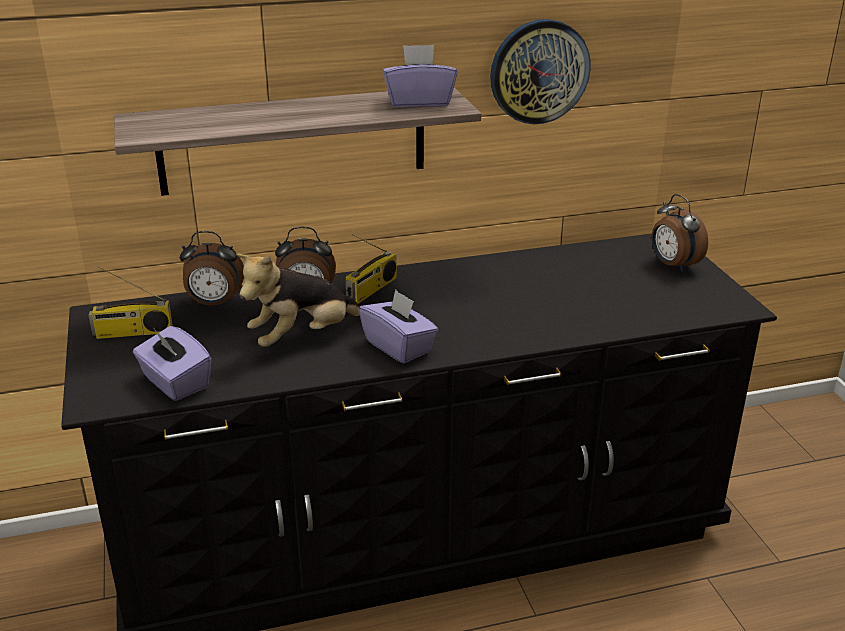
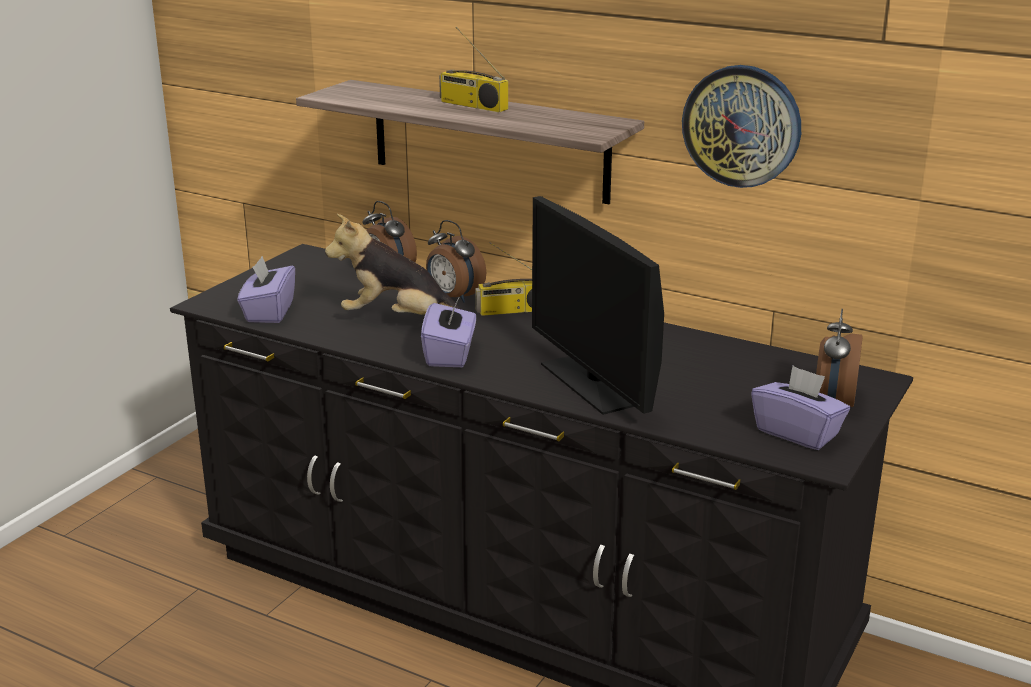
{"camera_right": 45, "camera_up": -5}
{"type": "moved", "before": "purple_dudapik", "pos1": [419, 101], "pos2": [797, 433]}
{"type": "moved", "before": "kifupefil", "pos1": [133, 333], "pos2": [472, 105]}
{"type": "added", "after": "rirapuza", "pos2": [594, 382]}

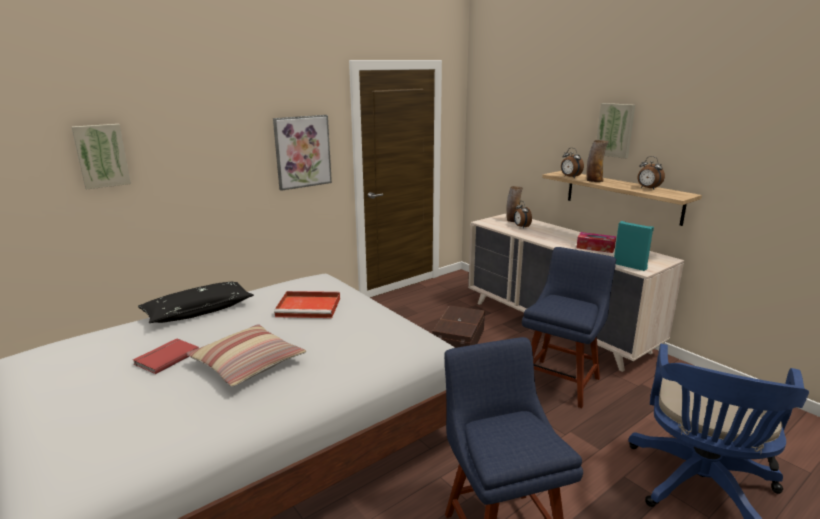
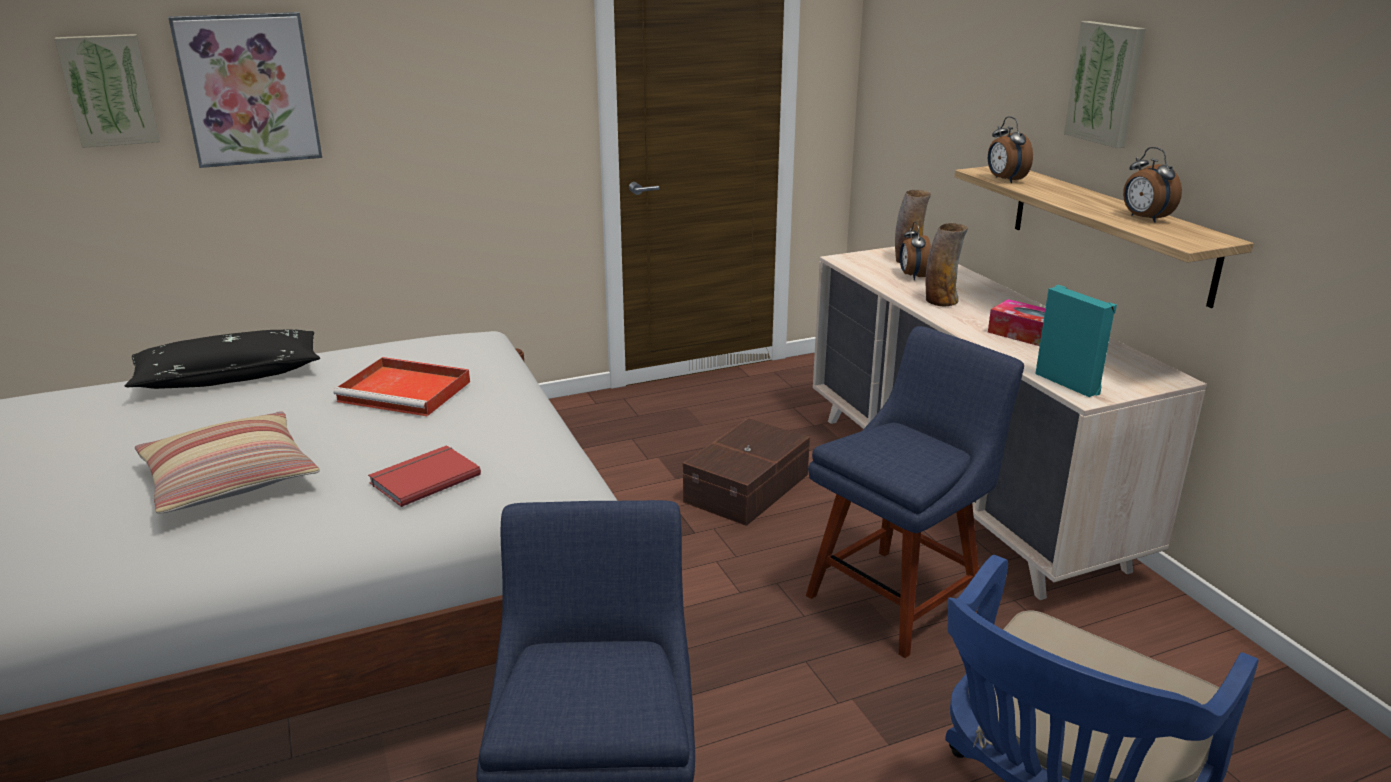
{"camera_right": 15, "camera_up": 5}
{"type": "moved", "before": "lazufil", "pos1": [302, 151], "pos2": [248, 89]}
{"type": "moved", "before": "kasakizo", "pos1": [594, 180], "pos2": [941, 301]}
{"type": "moved", "before": "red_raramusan", "pos1": [165, 357], "pos2": [423, 478]}

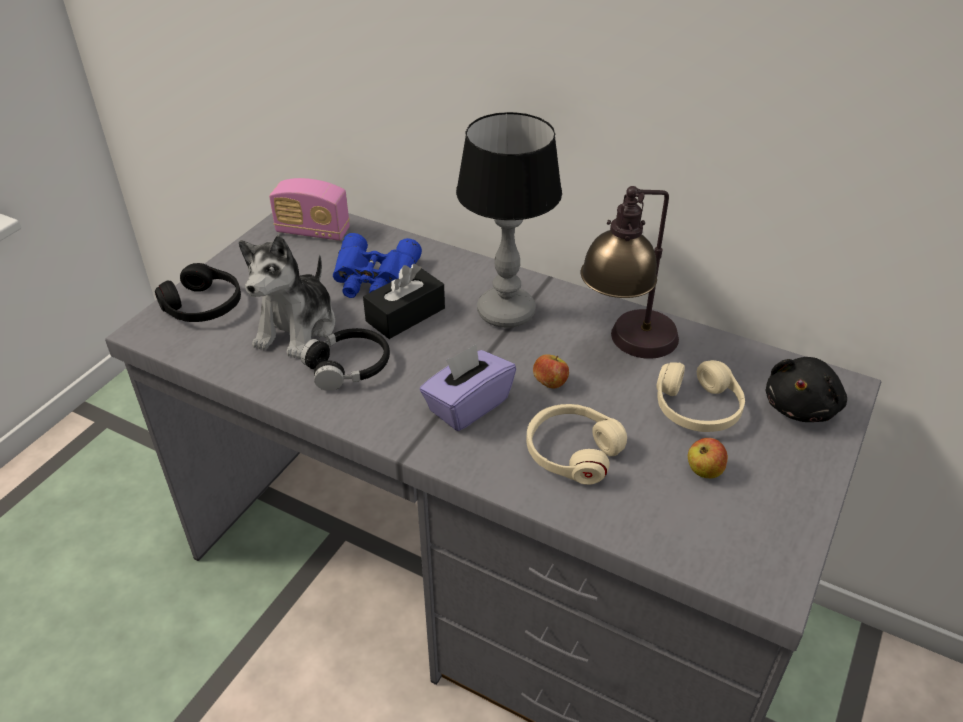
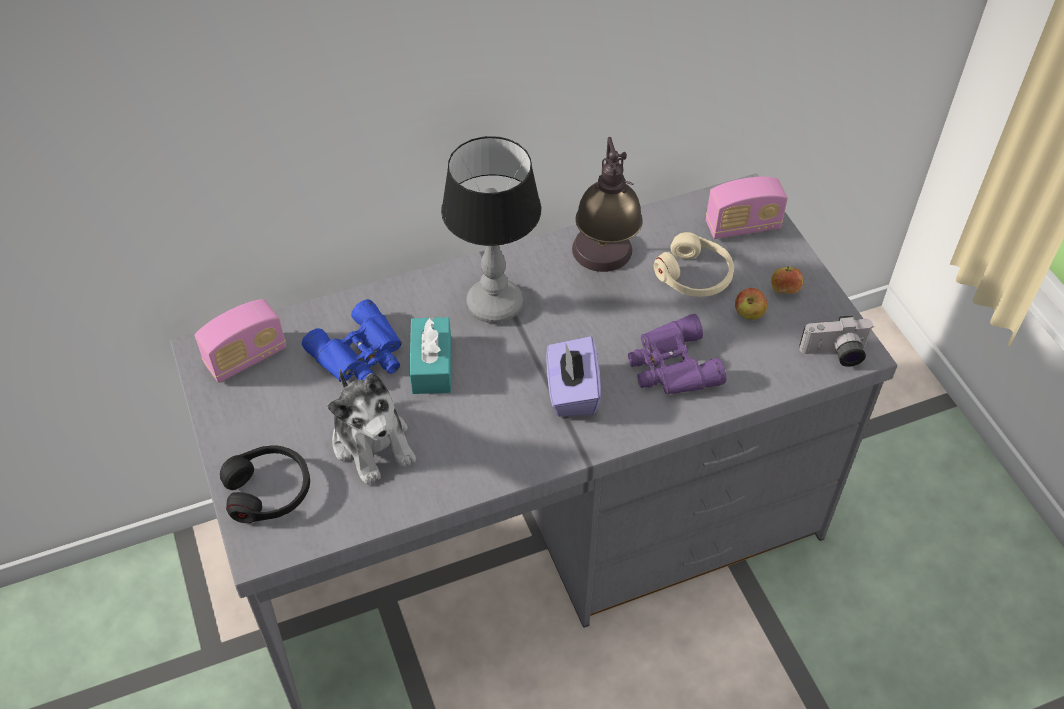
{"camera_right": -50, "camera_up": 10}
{"type": "recoloured", "before": "black_dudapik", "after": "turquoise_dudapik", "pos1": [405, 315], "pos2": [431, 365]}
{"type": "removed", "before": "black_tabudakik", "pos1": [349, 367]}
{"type": "moved", "before": "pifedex", "pos1": [549, 383], "pos2": [784, 290]}
{"type": "replaced", "before": "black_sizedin", "after": "kifupefil", "pos1": [801, 406], "pos2": [742, 226]}
{"type": "replaced", "before": "beige_tabudakik", "after": "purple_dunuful", "pos1": [572, 452], "pos2": [671, 366]}
{"type": "added", "after": "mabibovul", "pos2": [835, 354]}

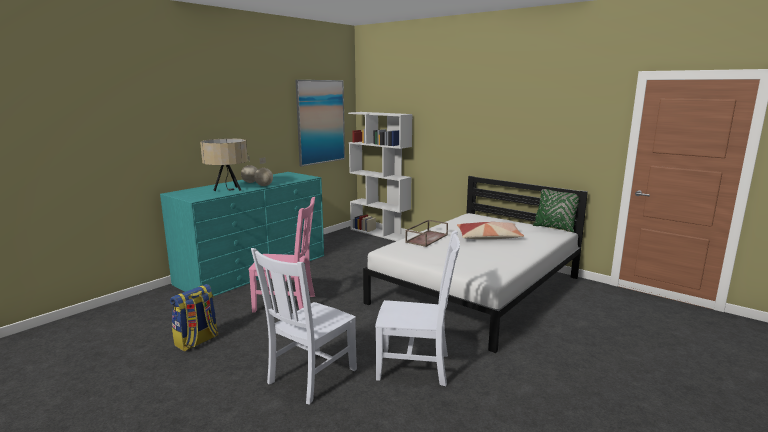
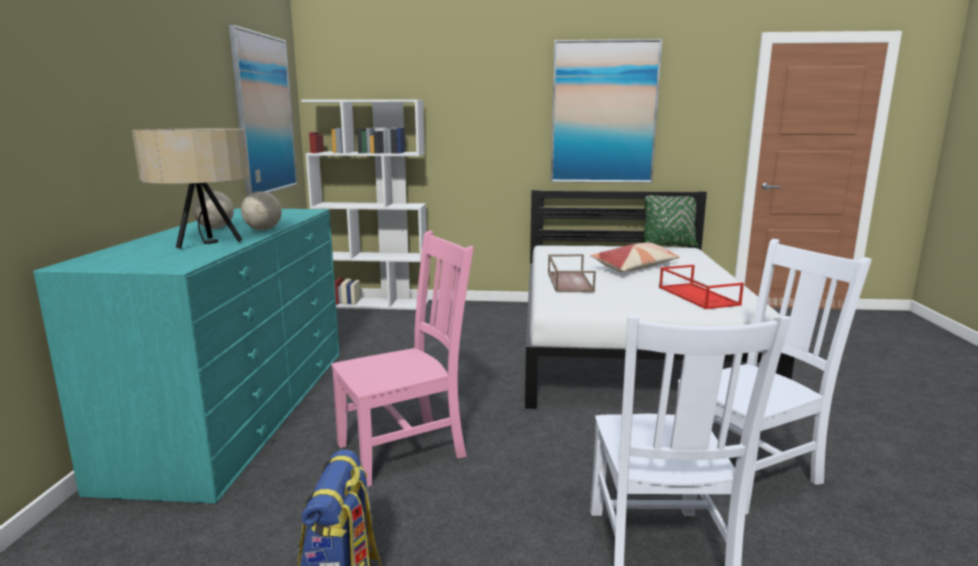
{"camera_right": -35, "camera_up": 0}
{"type": "added", "after": "lazufil", "pos2": [604, 113]}
{"type": "added", "after": "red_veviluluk", "pos2": [696, 296]}

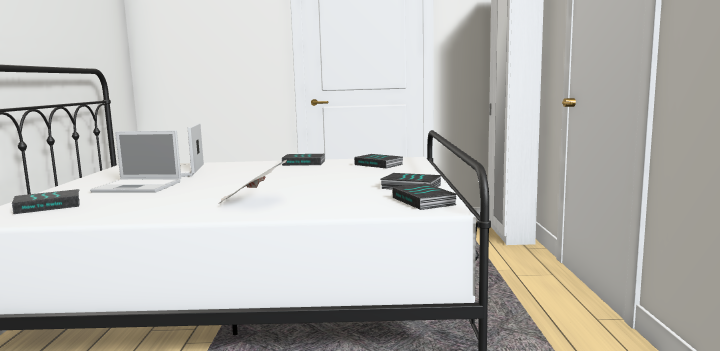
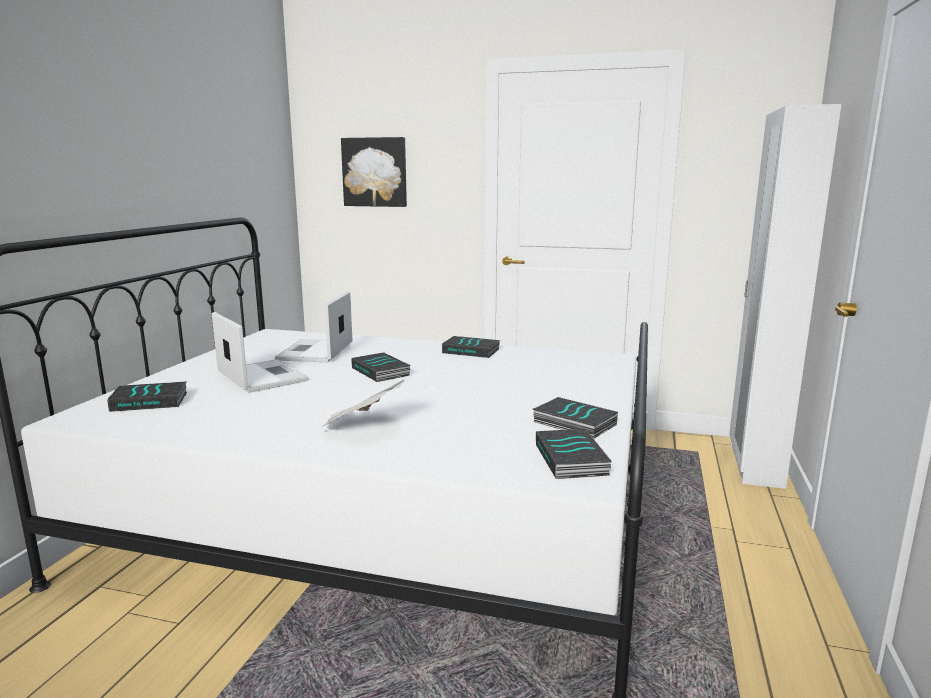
{"camera_right": 15, "camera_up": 5}
{"type": "turned", "before": "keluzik", "pos1": [139, 186], "pos2": [261, 376], "turn": -150}
{"type": "moved", "before": "raramusan", "pos1": [379, 164], "pos2": [382, 371]}
{"type": "added", "after": "lazufil", "pos2": [375, 172]}

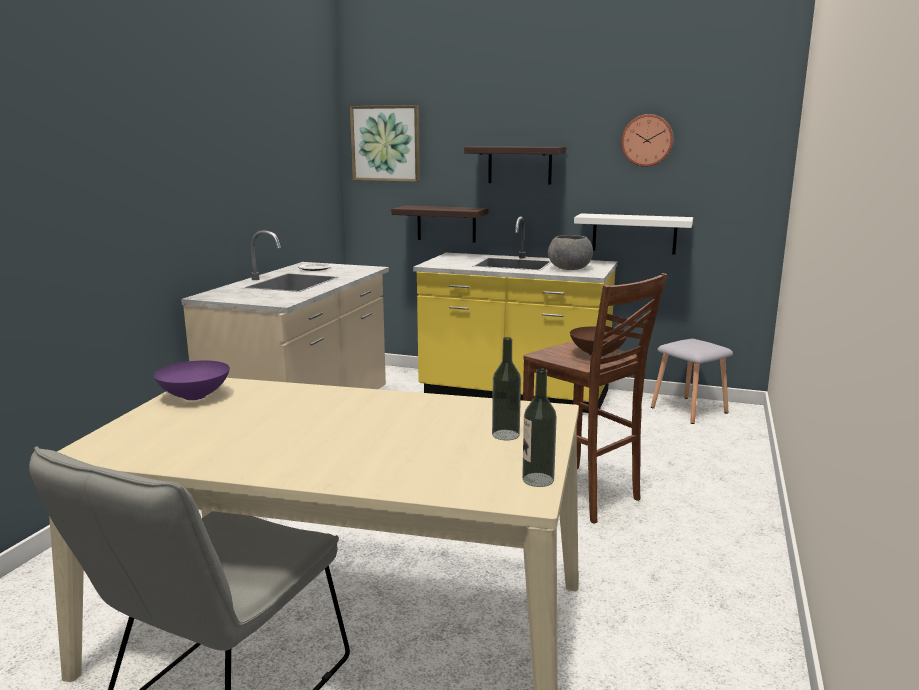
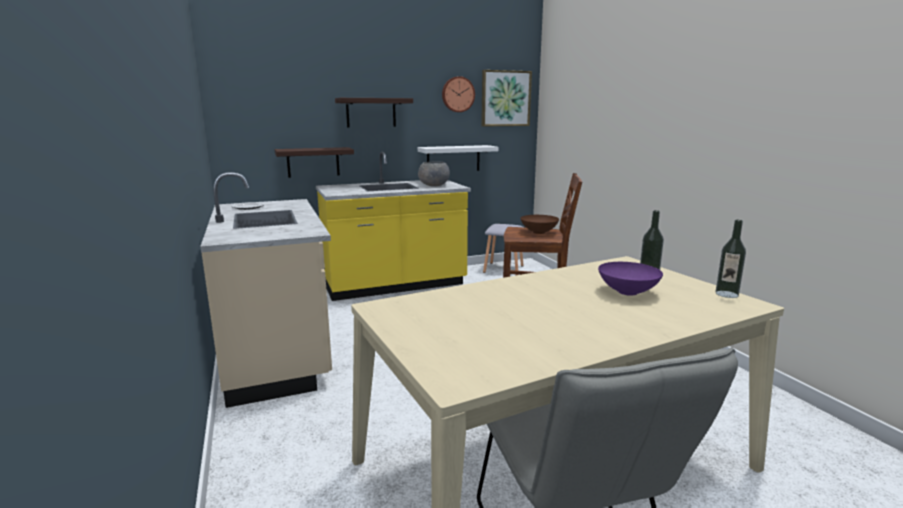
{"camera_right": -40, "camera_up": 0}
{"type": "moved", "before": "lazufil", "pos1": [386, 143], "pos2": [505, 98]}
{"type": "moved", "before": "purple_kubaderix", "pos1": [195, 396], "pos2": [628, 292]}

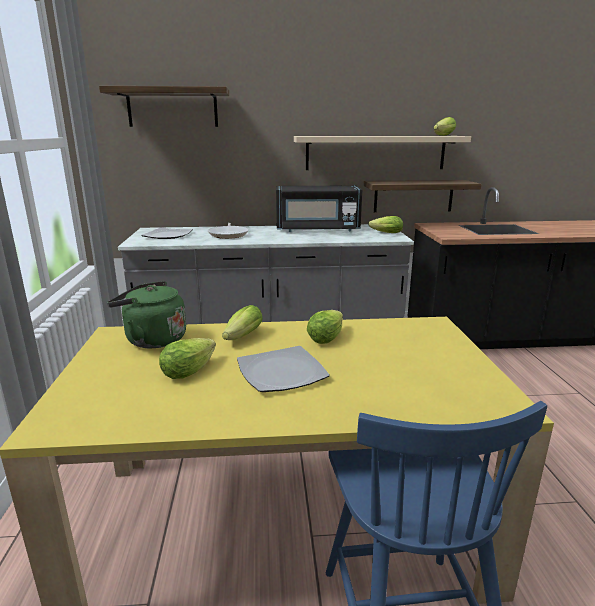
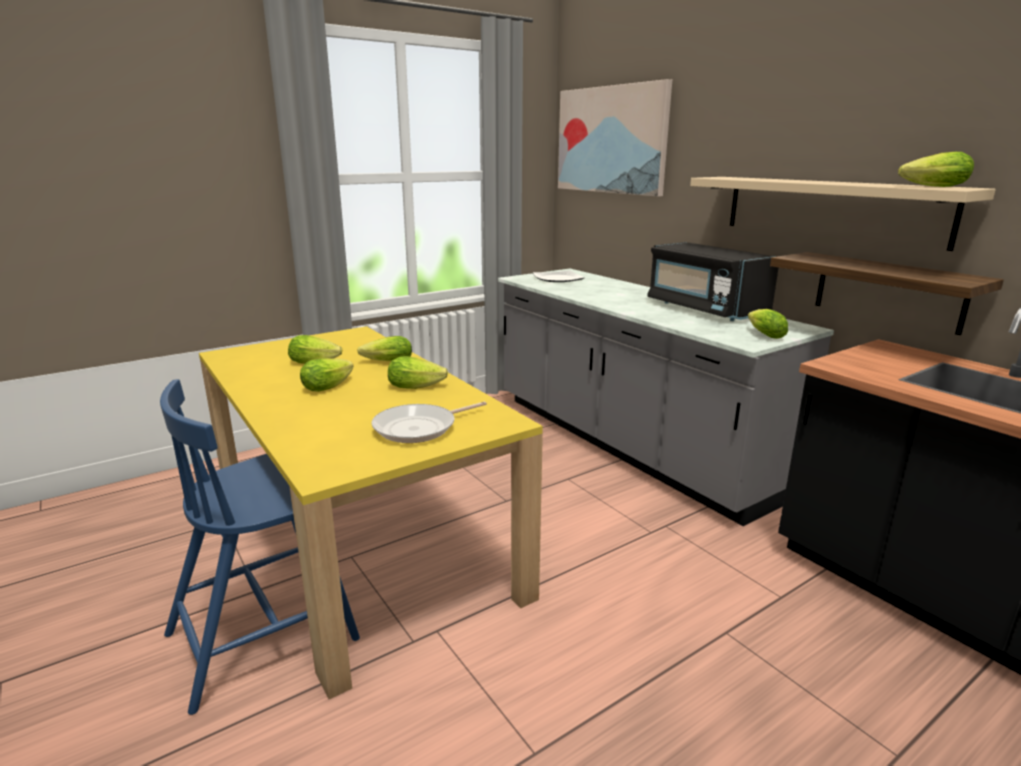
{"camera_right": 60, "camera_up": 0}
{"type": "replaced", "before": "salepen", "after": "lazufil", "pos1": [172, 108], "pos2": [611, 140]}
{"type": "moved", "before": "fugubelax", "pos1": [229, 234], "pos2": [419, 428]}
{"type": "removed", "before": "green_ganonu", "pos1": [152, 339]}
{"type": "replaced", "before": "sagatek", "after": "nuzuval", "pos1": [281, 373], "pos2": [330, 386]}

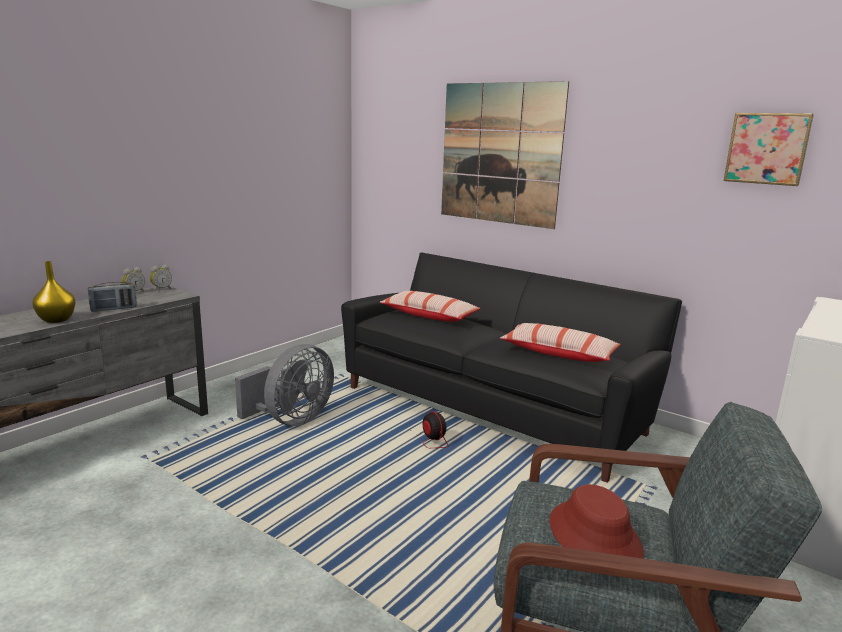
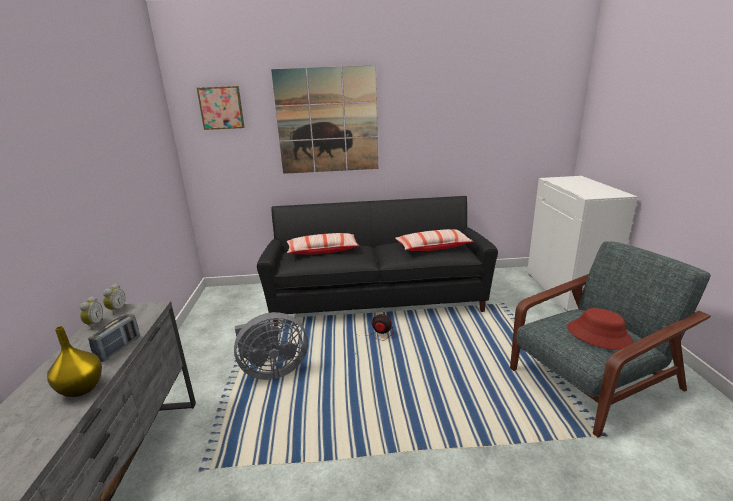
{"camera_right": -40, "camera_up": 5}
{"type": "moved", "before": "lazufil", "pos1": [767, 148], "pos2": [221, 108]}
{"type": "turned", "before": "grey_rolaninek", "pos1": [291, 420], "pos2": [272, 370], "turn": 75}

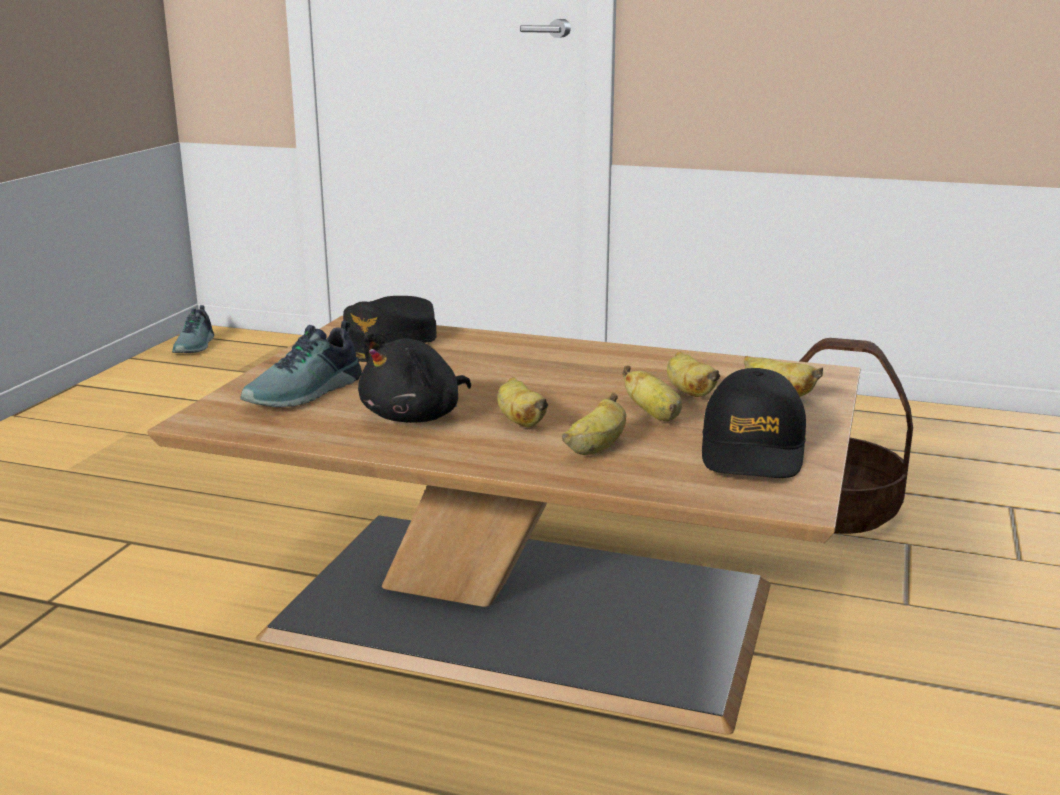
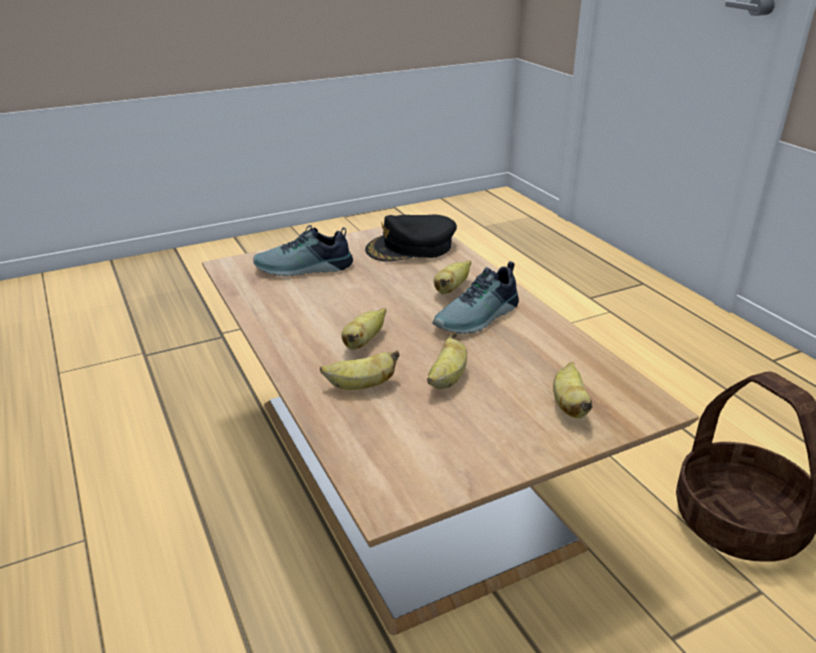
{"camera_right": 45, "camera_up": 10}
{"type": "moved", "before": "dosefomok", "pos1": [196, 346], "pos2": [479, 318]}
{"type": "removed", "before": "black_sizedin", "pos1": [416, 417]}
{"type": "moved", "before": "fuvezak", "pos1": [688, 392], "pos2": [451, 289]}
{"type": "removed", "before": "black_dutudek", "pos1": [753, 449]}

